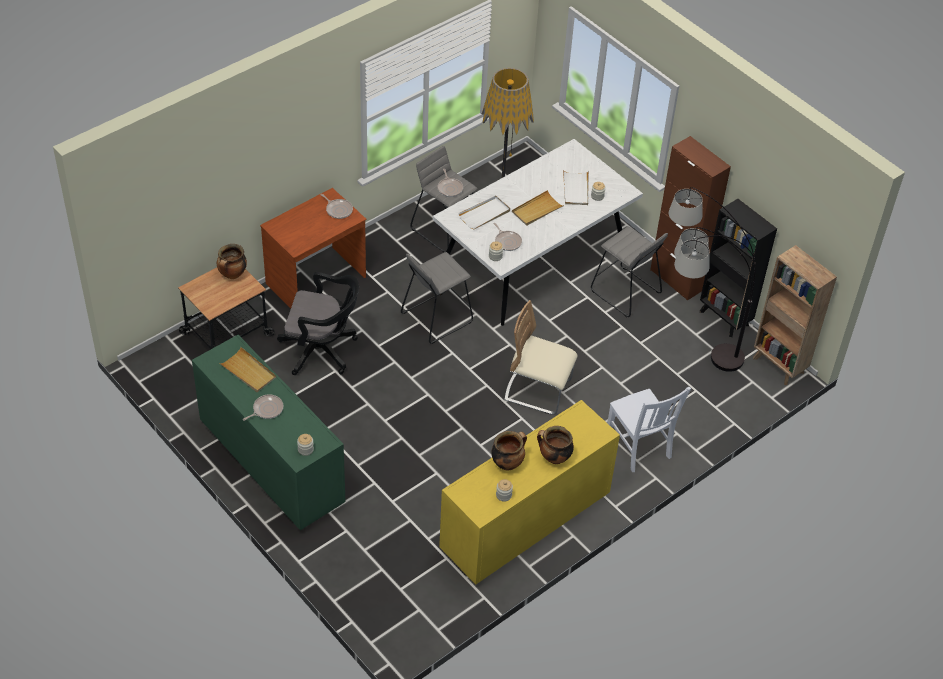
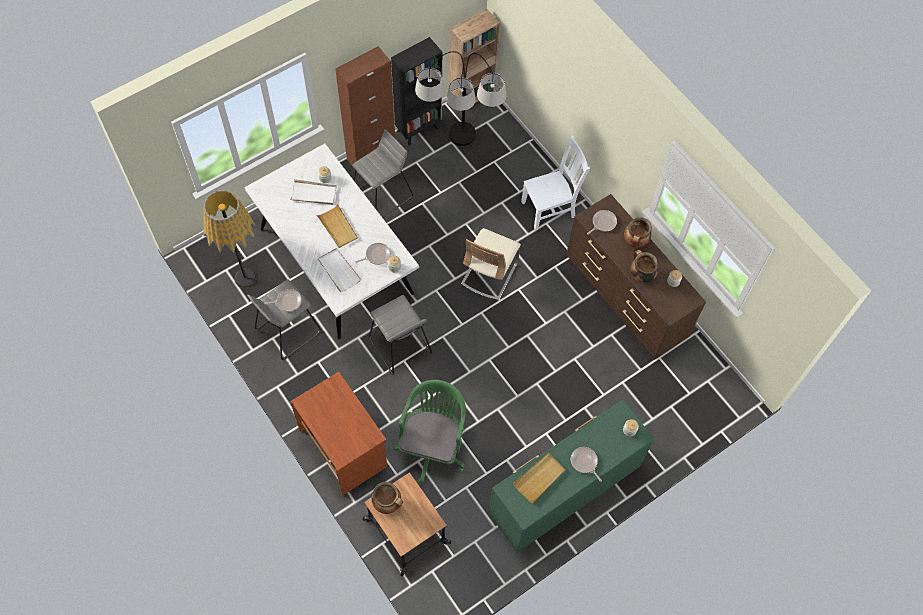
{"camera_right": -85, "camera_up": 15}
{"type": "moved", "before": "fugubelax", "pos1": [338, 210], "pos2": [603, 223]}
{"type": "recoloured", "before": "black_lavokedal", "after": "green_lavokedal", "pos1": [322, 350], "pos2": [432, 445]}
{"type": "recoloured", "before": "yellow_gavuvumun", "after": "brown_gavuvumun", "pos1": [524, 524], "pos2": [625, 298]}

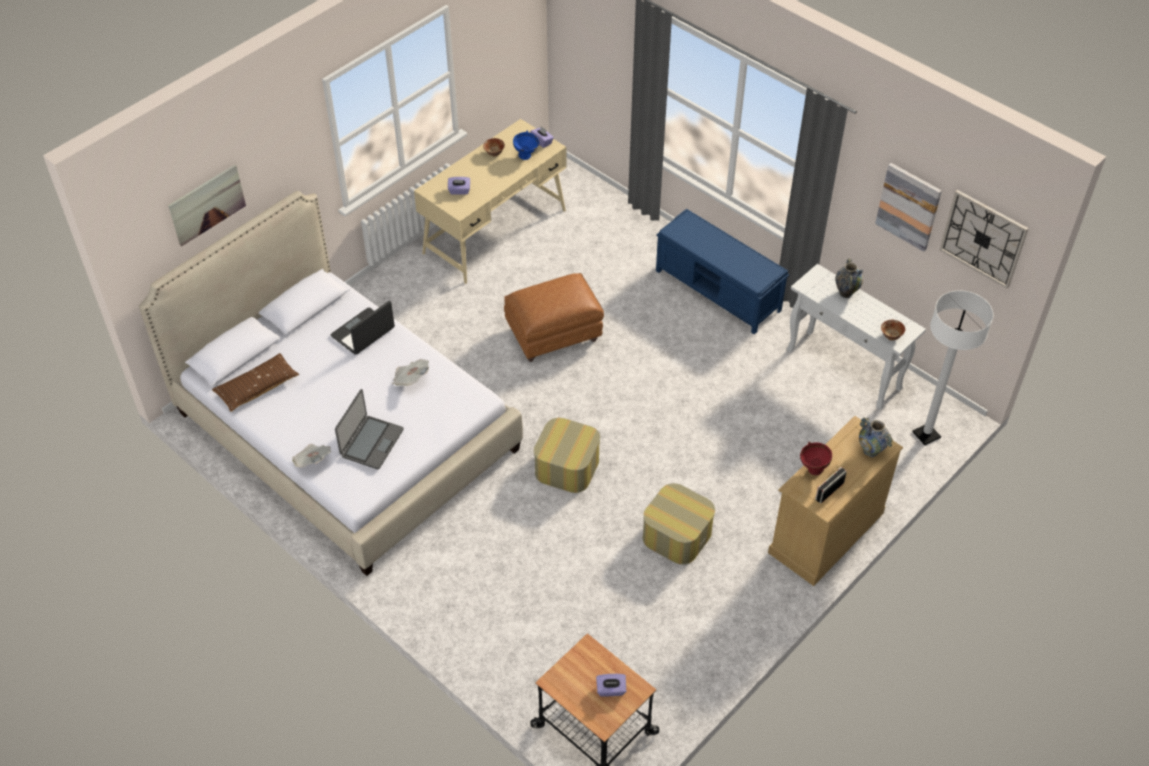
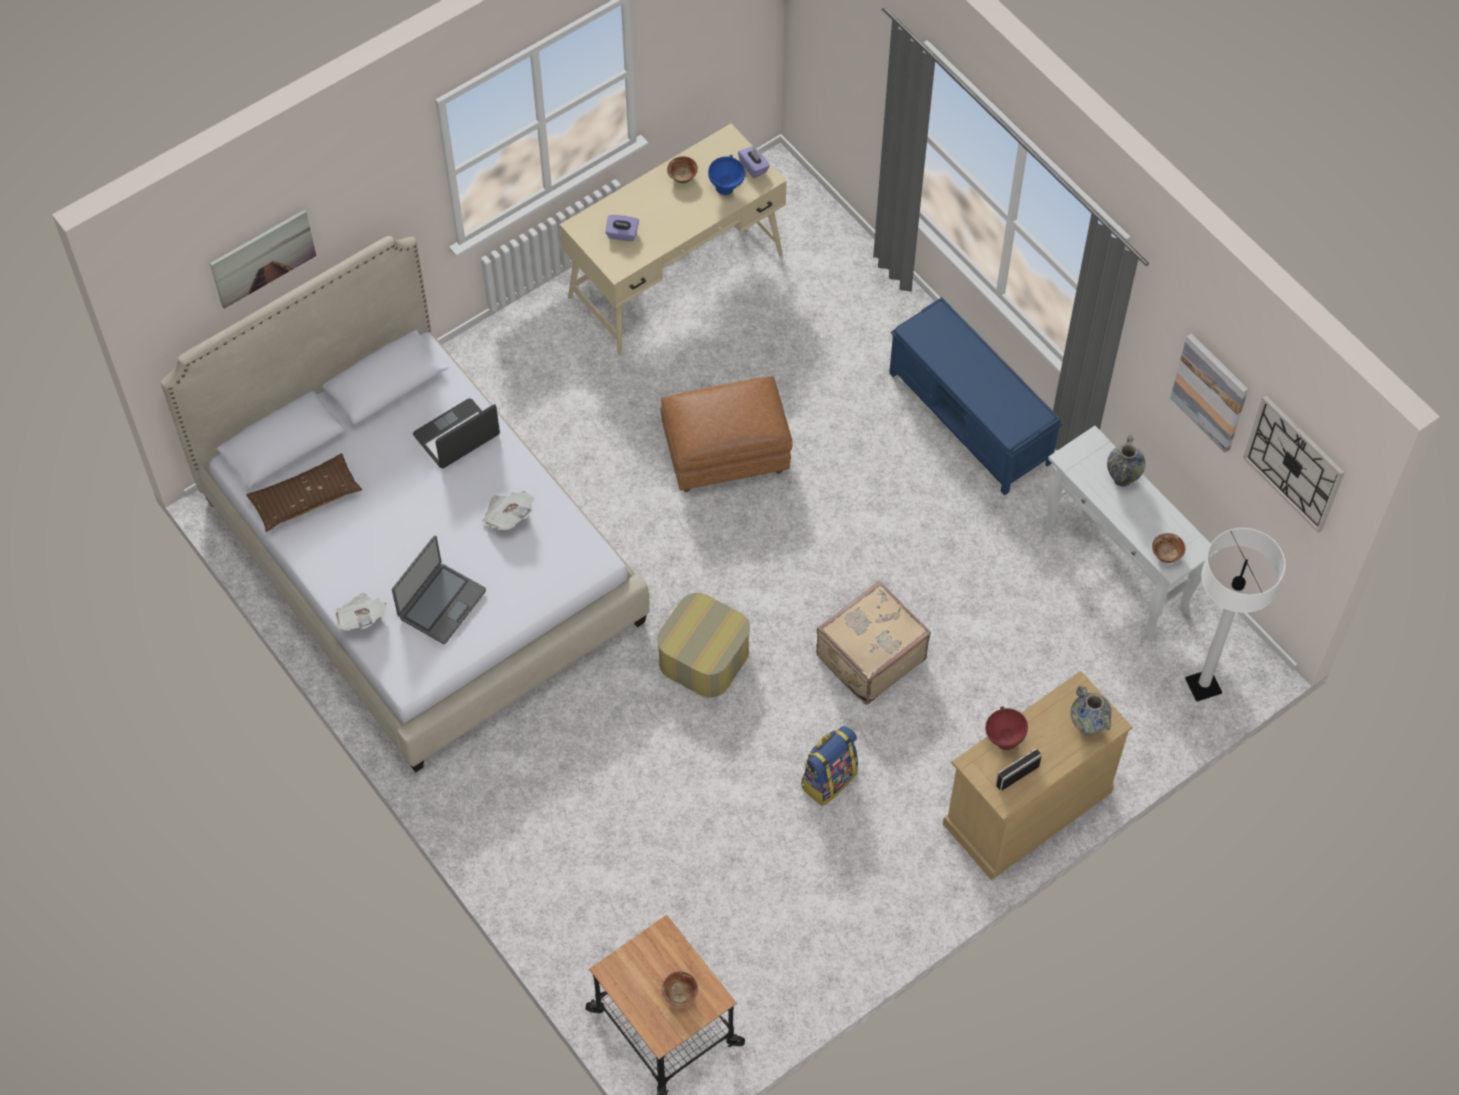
{"camera_right": 10, "camera_up": 10}
{"type": "replaced", "before": "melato", "after": "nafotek", "pos1": [677, 534], "pos2": [828, 779]}
{"type": "replaced", "before": "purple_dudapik", "after": "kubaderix", "pos1": [611, 690], "pos2": [680, 994]}
{"type": "added", "after": "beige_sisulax", "pos2": [869, 657]}

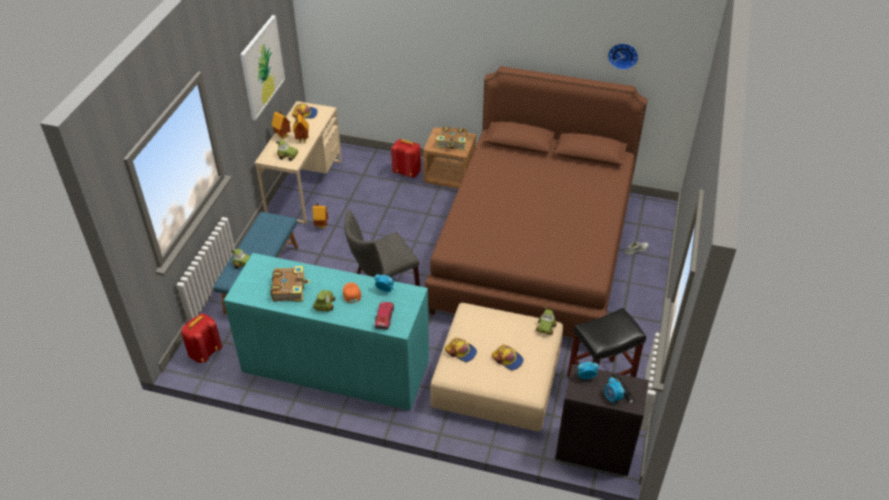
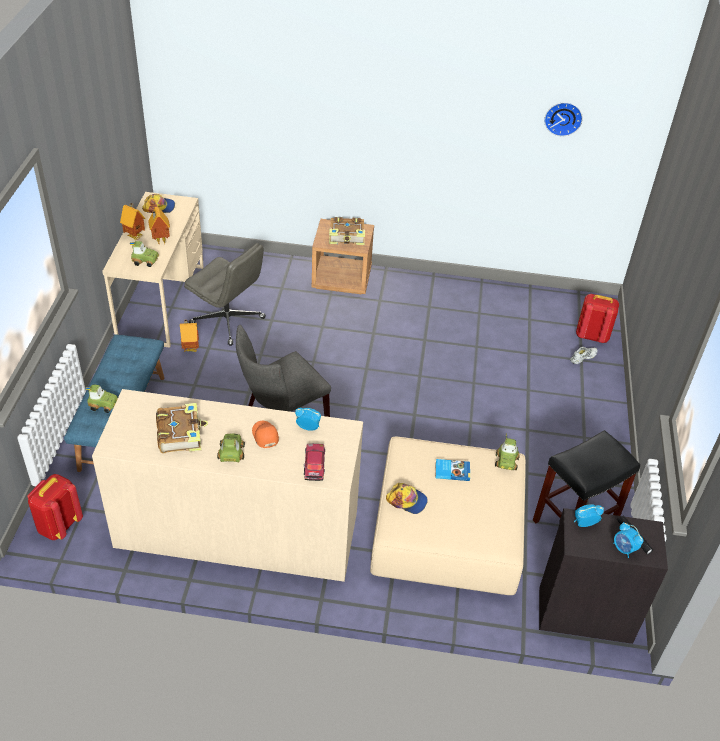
{"camera_right": -10, "camera_up": 0}
{"type": "removed", "before": "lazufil", "pos1": [262, 67]}
{"type": "removed", "before": "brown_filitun", "pos1": [534, 251]}
{"type": "moved", "before": "red_nafotek", "pos1": [407, 172], "pos2": [591, 336]}
{"type": "recoloured", "before": "turquoise_gavuvumun", "after": "beige_gavuvumun", "pos1": [335, 365], "pos2": [237, 529]}
{"type": "removed", "before": "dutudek", "pos1": [508, 359]}
{"type": "added", "after": "grey_lavokedal", "pos2": [228, 321]}
{"type": "added", "after": "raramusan", "pos2": [452, 471]}

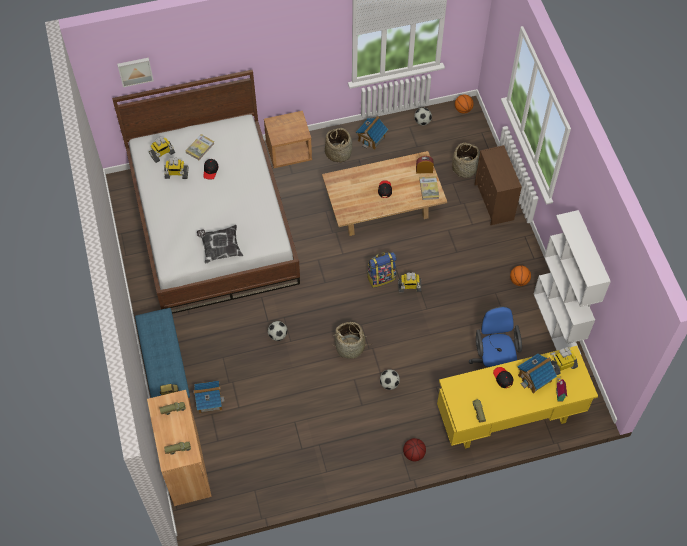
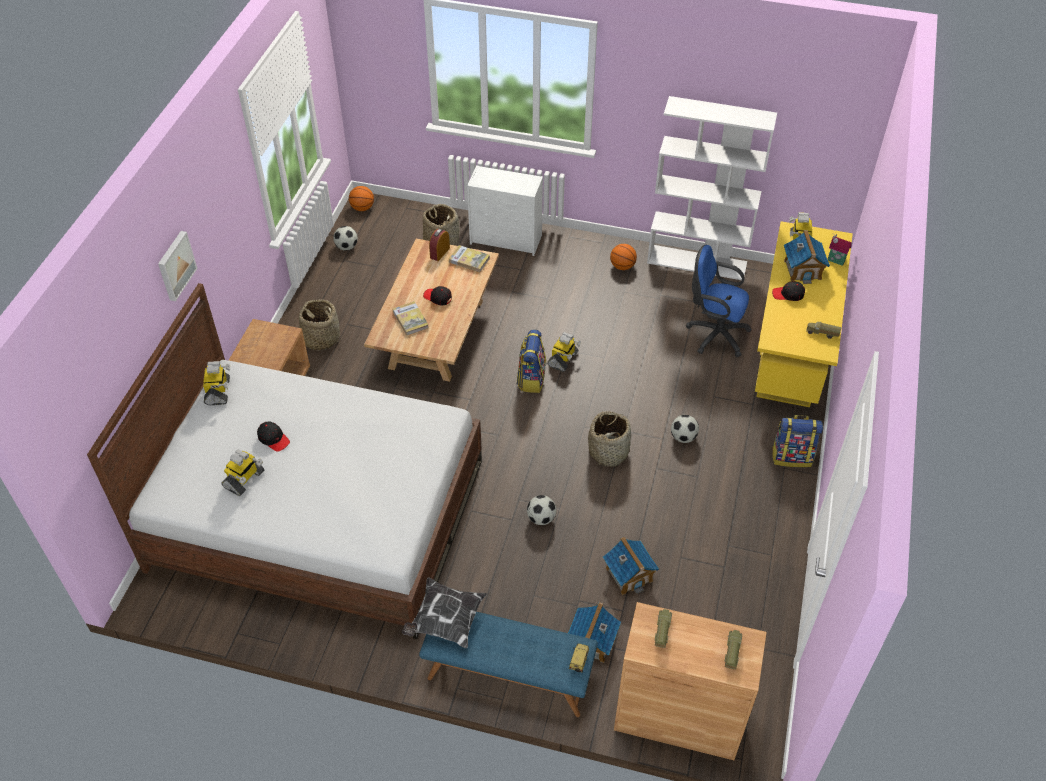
{"camera_right": -60, "camera_up": -10}
{"type": "moved", "before": "lazufil", "pos1": [135, 71], "pos2": [175, 265]}
{"type": "moved", "before": "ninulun", "pos1": [371, 138], "pos2": [629, 574]}
{"type": "moved", "before": "raramusan", "pos1": [200, 148], "pos2": [410, 319]}
{"type": "moved", "before": "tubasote", "pos1": [162, 154], "pos2": [218, 392]}
{"type": "recoloured", "before": "brown_gavuvumun", "after": "white_gavuvumun", "pos1": [494, 202], "pos2": [507, 240]}
{"type": "moved", "before": "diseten", "pos1": [220, 248], "pos2": [445, 621]}
{"type": "replaced", "before": "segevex", "after": "nafotek", "pos1": [414, 454], "pos2": [792, 456]}

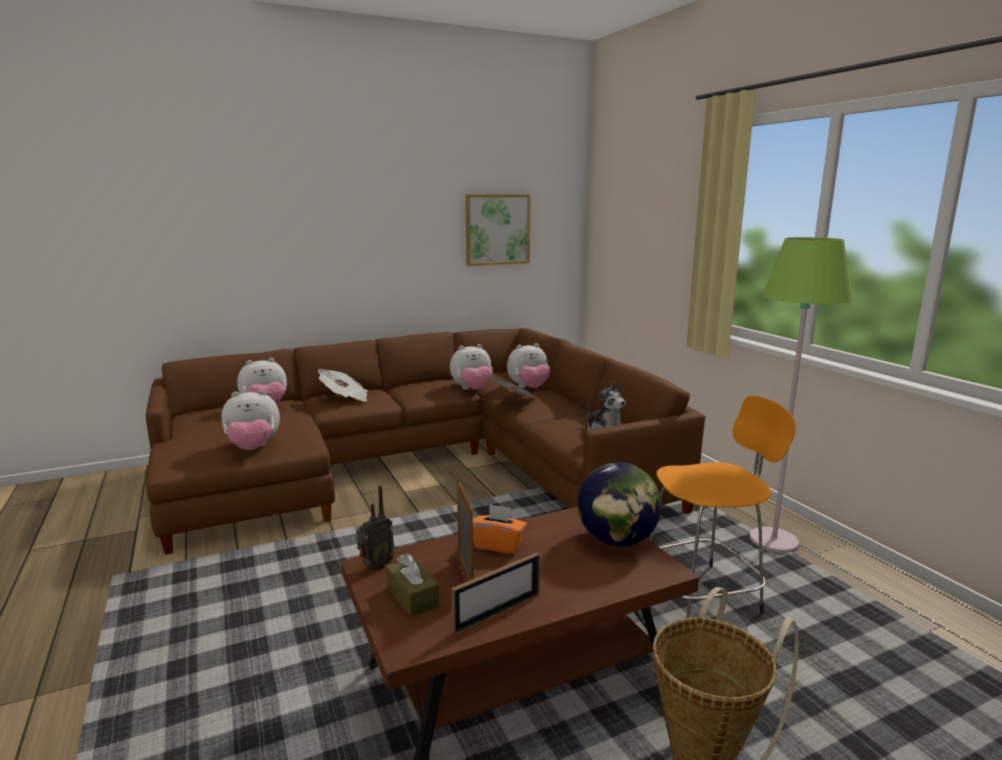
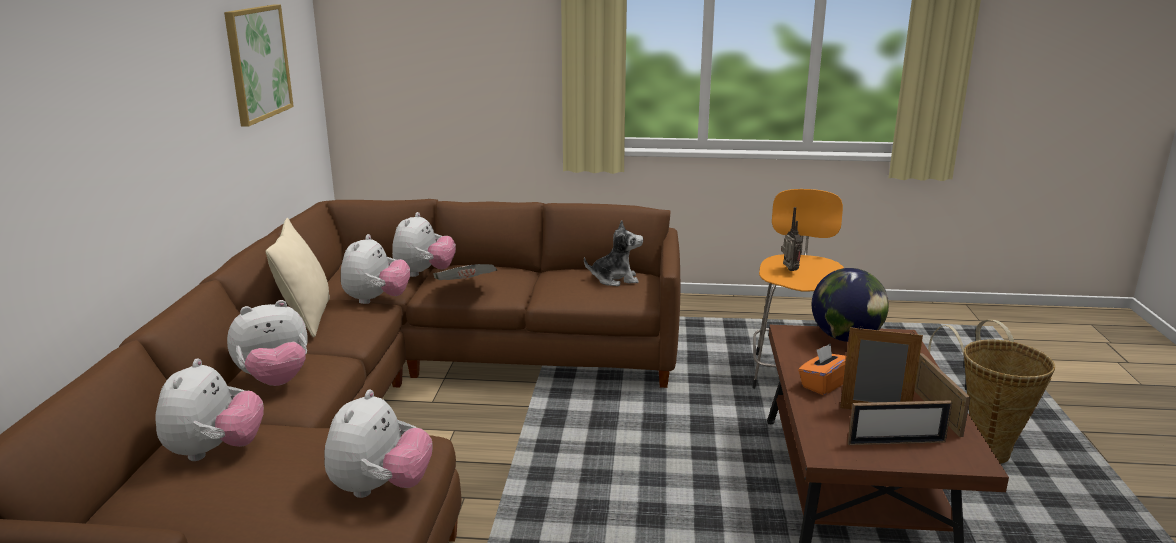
{"camera_right": -60, "camera_up": 5}
{"type": "removed", "before": "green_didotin", "pos1": [774, 541]}
{"type": "replaced", "before": "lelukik", "after": "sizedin", "pos1": [345, 398], "pos2": [275, 381]}
{"type": "moved", "before": "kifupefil", "pos1": [375, 566], "pos2": [789, 270]}
{"type": "replaced", "before": "brown_dudapik", "after": "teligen", "pos1": [412, 596], "pos2": [896, 442]}
{"type": "added", "after": "beige_diseten", "pos2": [306, 318]}

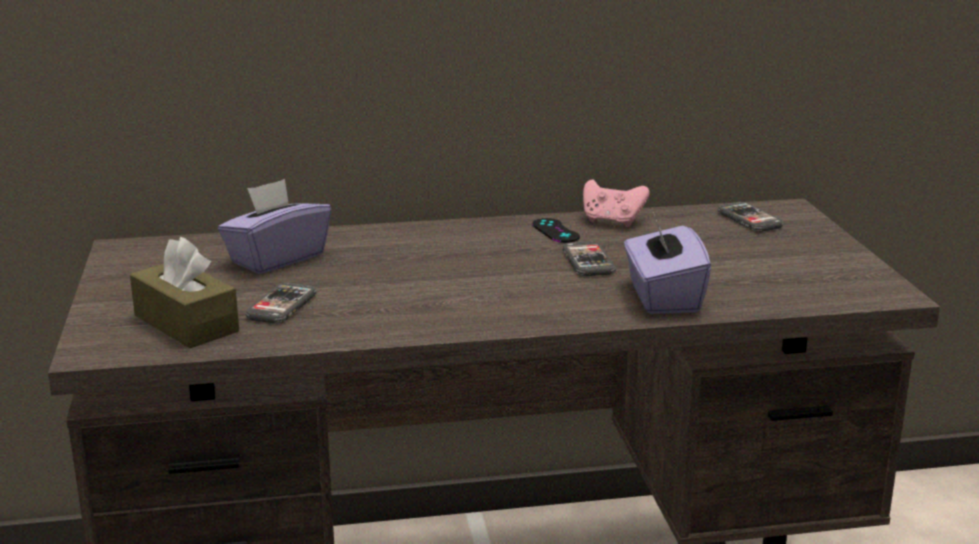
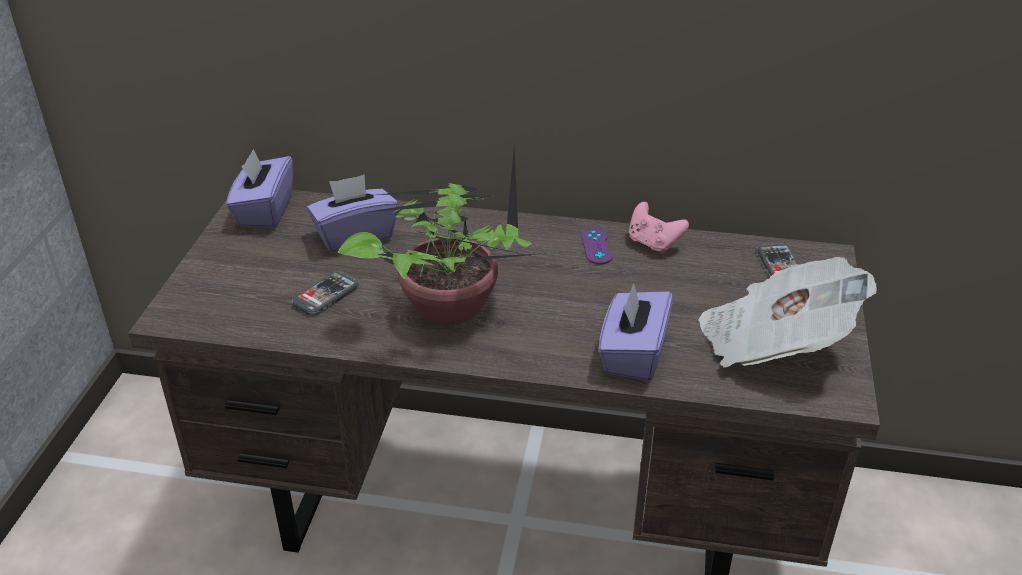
{"camera_right": 20, "camera_up": 15}
{"type": "recoloured", "before": "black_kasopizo", "after": "purple_kasopizo", "pos1": [555, 231], "pos2": [596, 246]}
{"type": "removed", "before": "brown_dudapik", "pos1": [186, 323]}
{"type": "removed", "before": "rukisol", "pos1": [588, 261]}
{"type": "added", "after": "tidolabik", "pos2": [452, 307]}
{"type": "added", "after": "purple_dudapik", "pos2": [264, 211]}
{"type": "added", "after": "lelukik", "pos2": [774, 343]}

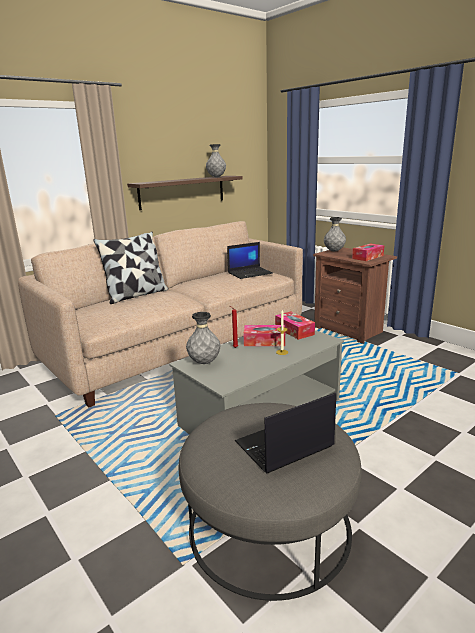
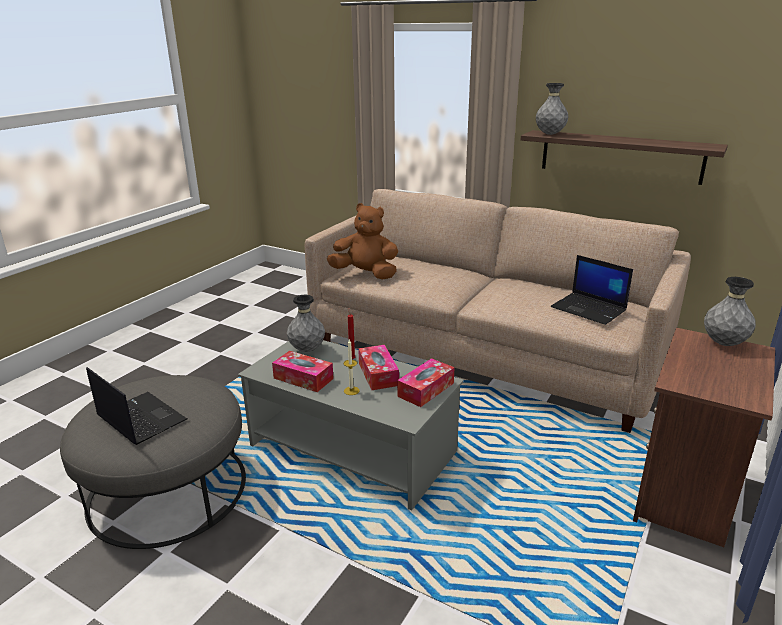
{"camera_right": 70, "camera_up": 5}
{"type": "moved", "before": "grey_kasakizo", "pos1": [216, 177], "pos2": [550, 134]}
{"type": "removed", "before": "diseten", "pos1": [136, 295]}
{"type": "moved", "before": "dudapik", "pos1": [367, 257], "pos2": [303, 378]}
{"type": "added", "after": "brown_sizedin", "pos2": [366, 274]}

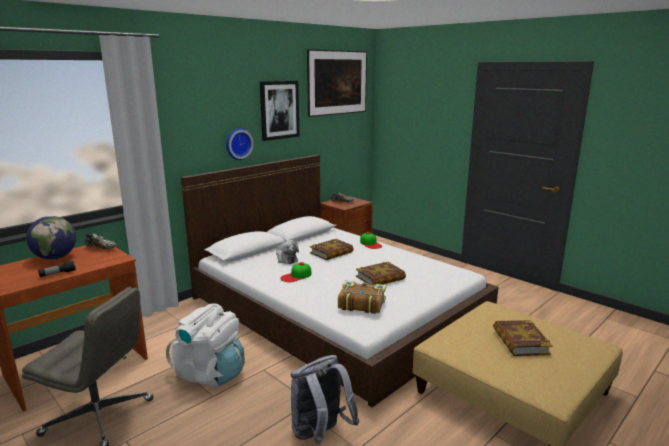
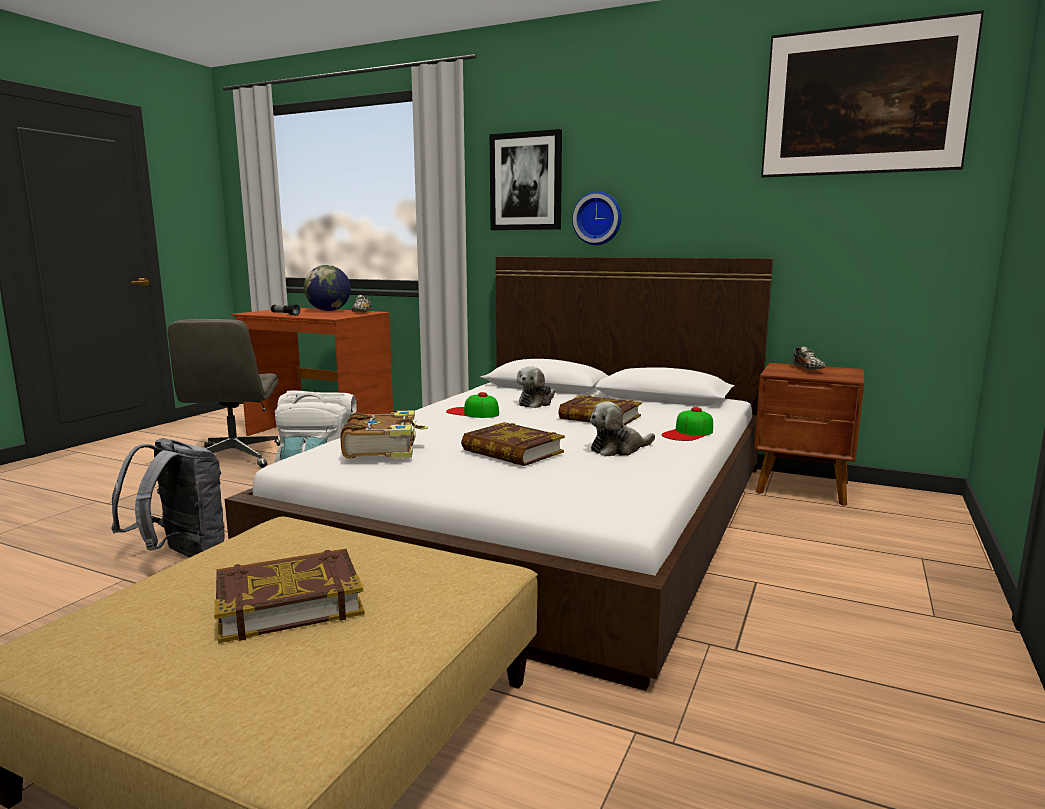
{"camera_right": 70, "camera_up": -5}
{"type": "moved", "before": "lazufil", "pos1": [279, 110], "pos2": [526, 181]}
{"type": "added", "after": "sizedin", "pos2": [618, 449]}

